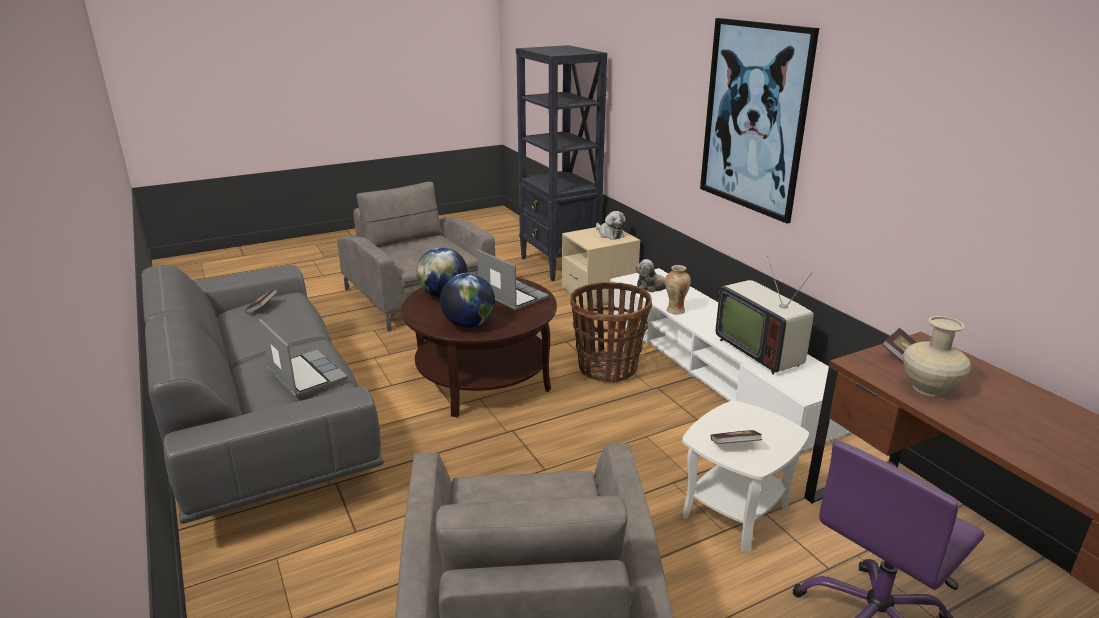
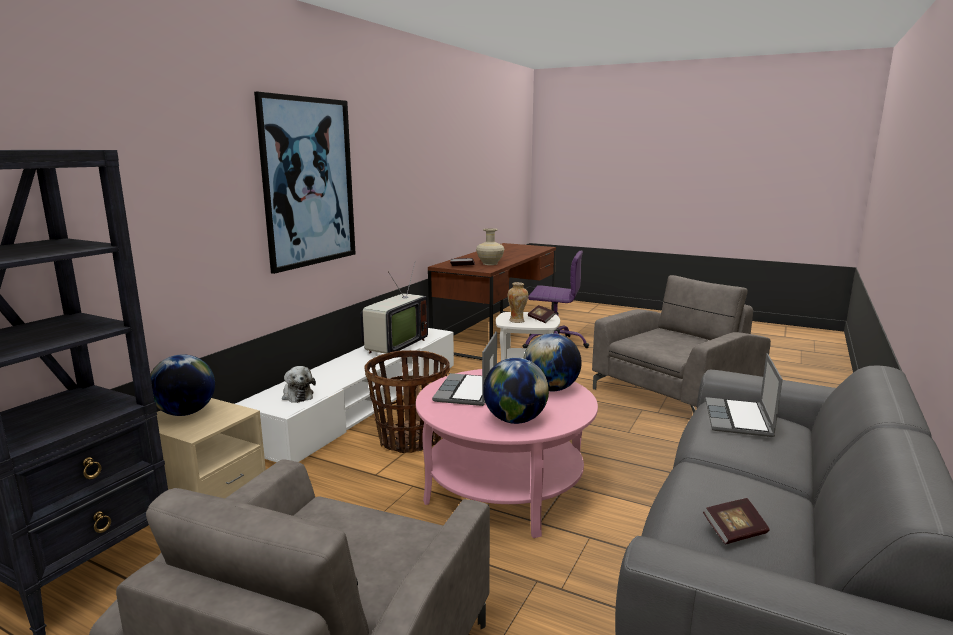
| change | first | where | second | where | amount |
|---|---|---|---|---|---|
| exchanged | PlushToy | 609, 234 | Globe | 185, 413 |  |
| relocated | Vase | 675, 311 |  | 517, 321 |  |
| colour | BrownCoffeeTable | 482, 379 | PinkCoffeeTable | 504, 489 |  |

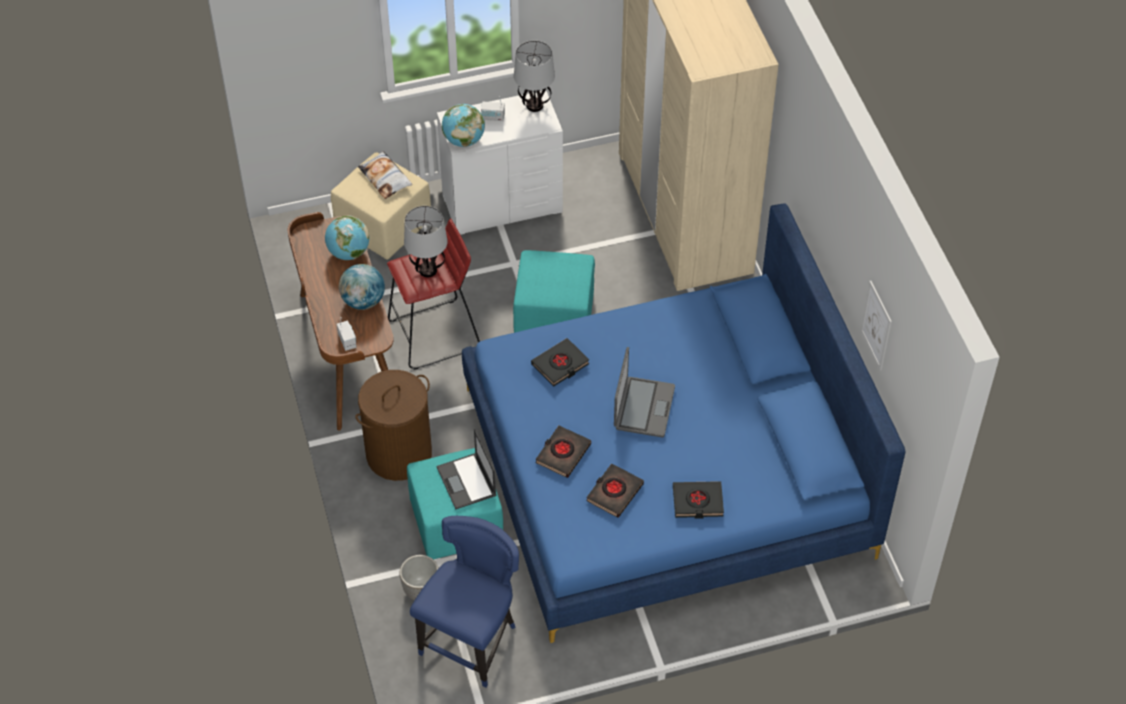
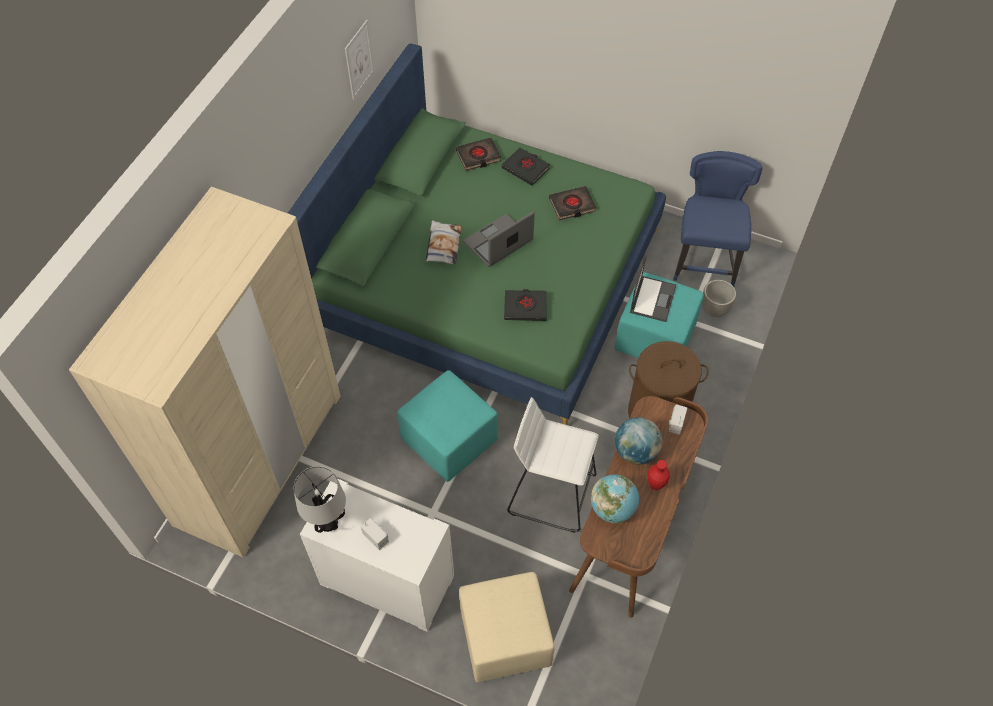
| change | first | where | second | where | amount |
|---|---|---|---|---|---|
| missing | Globe | 464, 140 |  |  |  |
| relocated | Pillow | 385, 178 |  | 443, 245 |  |
| colour | BlueBed | 666, 471 | GreenBed | 486, 278 |  |
| missing | TableLamp | 428, 270 |  |  |  |
| colour | RedStool | 435, 335 | WhiteStool | 551, 492 |  |
| relocated | BlackBook | 562, 454 |  | 478, 156 |  |
| spun | BlueChair | 472, 641 |  | 705, 260 | 120 degrees clockwise |
| appeared |  |  | RedVase | 655, 485 |  |

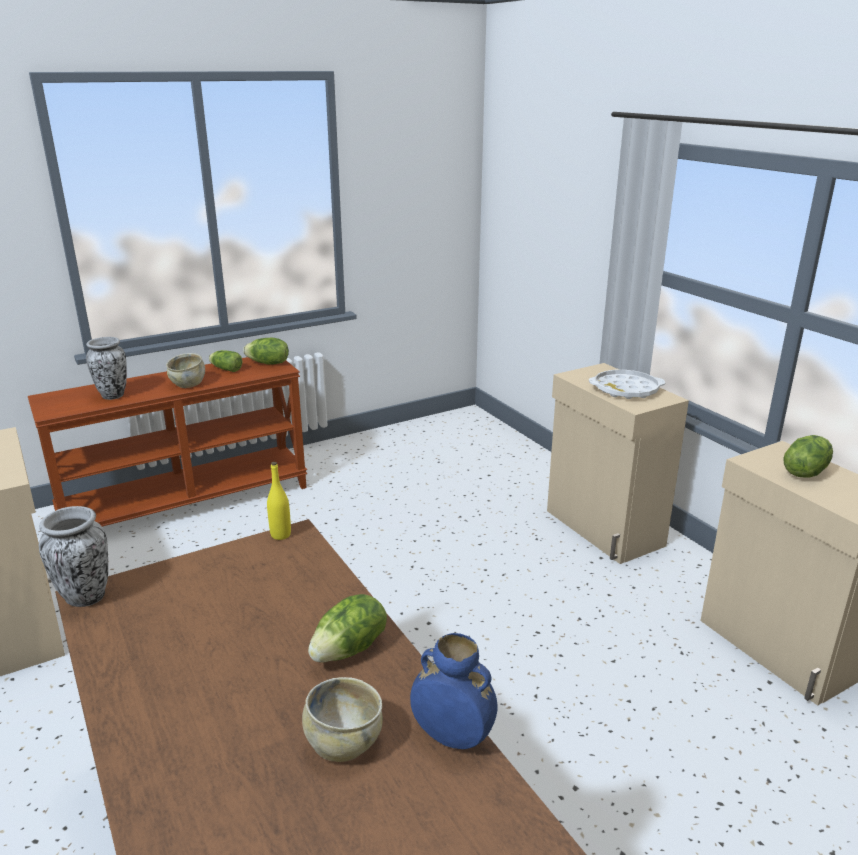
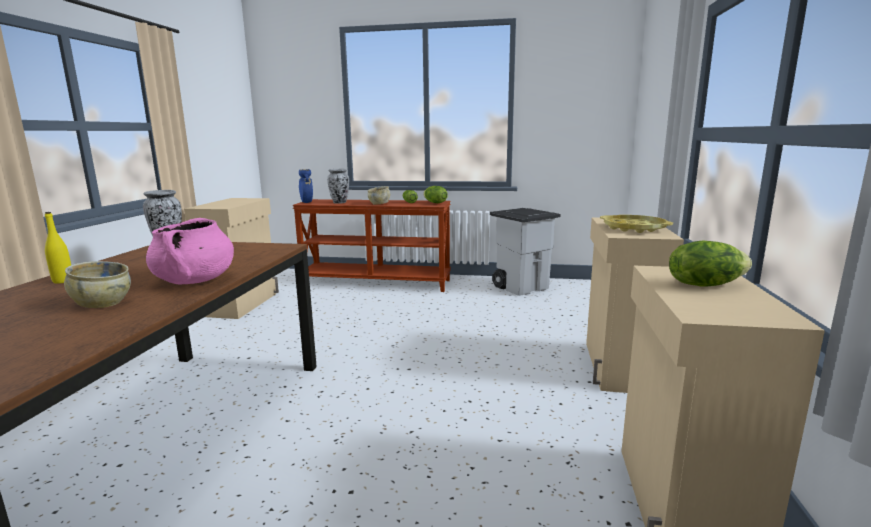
| change | first | where | second | where | amount |
|---|---|---|---|---|---|
| colour | WhiteTray | 626, 390 | YellowTray | 634, 228 |  |
| relocated | YellowBottle | 280, 535 |  | 63, 281 |  |
| exchanged | Lettuce | 350, 649 | PinkCookingPot | 195, 281 |  |
| relocated | BlueVase | 451, 736 |  | 306, 202 |  |
| appeared |  |  | GreyTrashCan | 521, 287 |  |

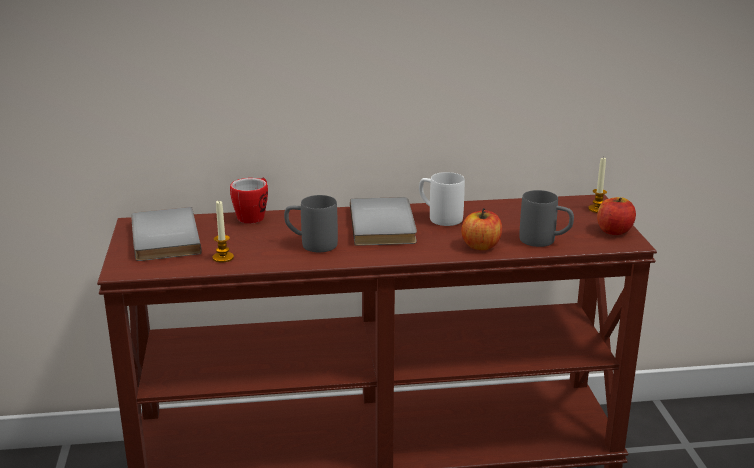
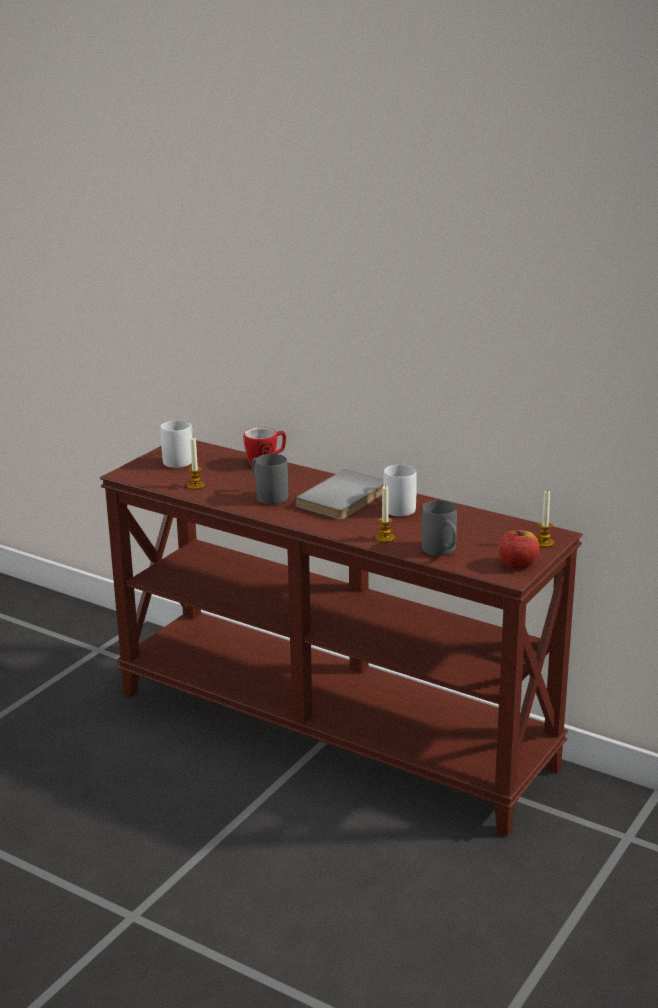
| change | first | where | second | where | amount |
|---|---|---|---|---|---|
| exchanged | GreyBook | 162, 238 | WhiteMug | 181, 459 |  |
| exchanged | Apple | 481, 246 | Candle | 385, 538 |  |

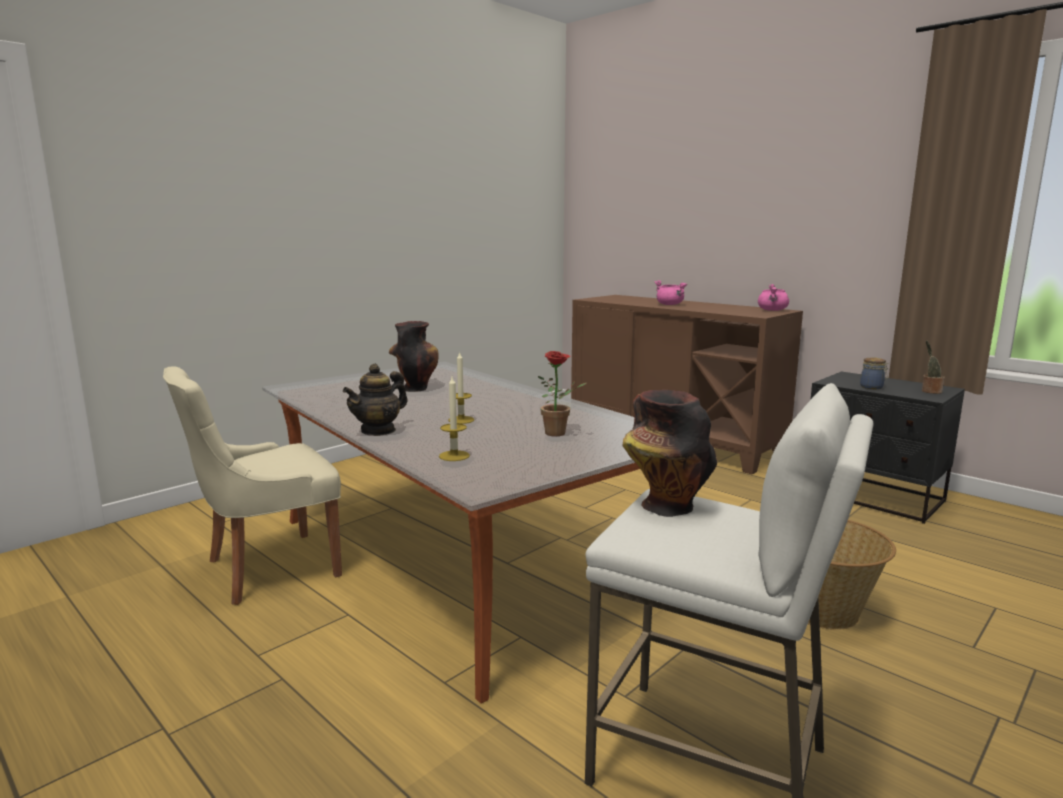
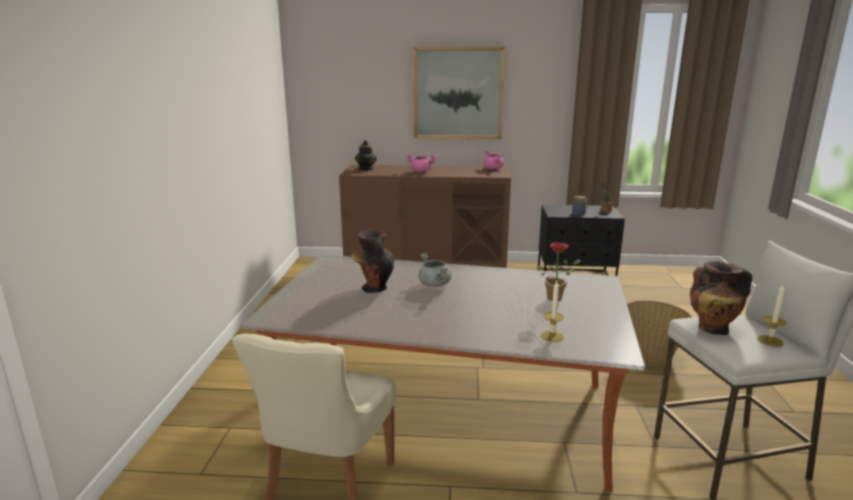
| change | first | where | second | where | amount |
|---|---|---|---|---|---|
| relocated | Candle | 461, 420 |  | 770, 341 |  |
| relocated | Teapot | 378, 430 |  | 366, 169 |  |
| appeared |  |  | Picture | 458, 93 |  |
| appeared |  |  | GreyCookingPot | 435, 285 |  |

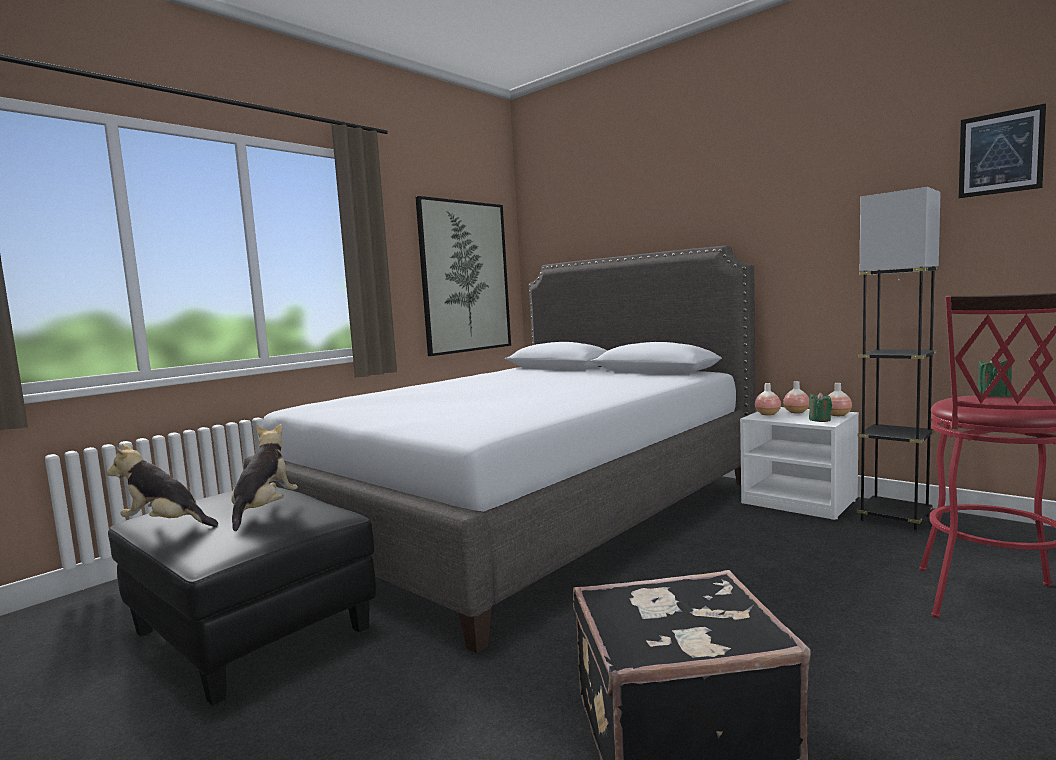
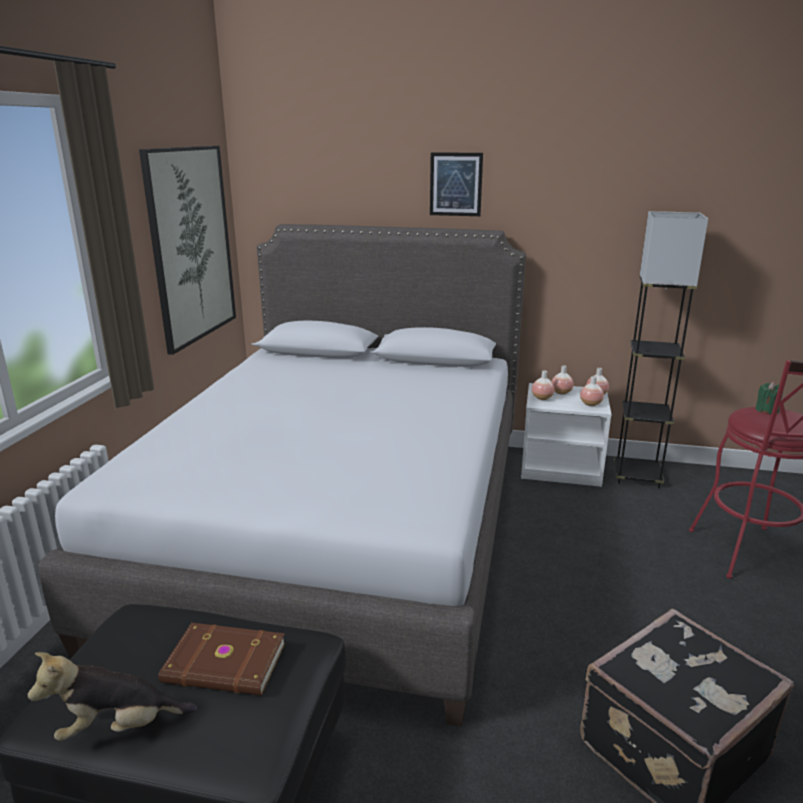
| change | first | where | second | where | amount |
|---|---|---|---|---|---|
| relocated | Picture | 1000, 153 |  | 455, 184 |  |
| exchanged | GreenCandle | 820, 420 | Vase | 590, 404 |  |
| exchanged | PlushToy | 264, 510 | BrownBook | 224, 665 |  |

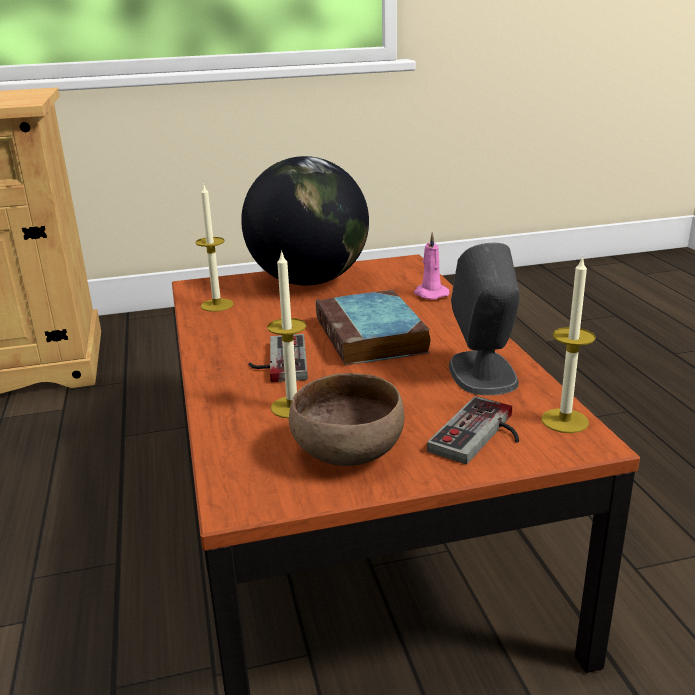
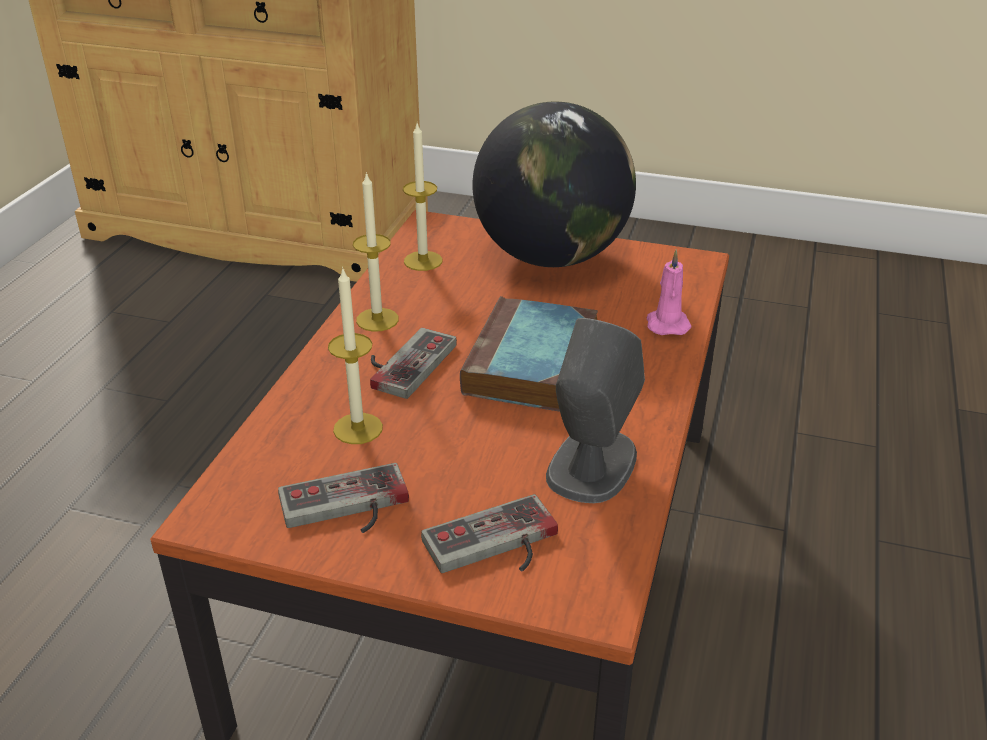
| change | first | where | second | where | amount |
|---|---|---|---|---|---|
| relocated | Candle | 564, 421 |  | 377, 319 |  |
| exchanged | BrownBowl | 347, 454 | GameController | 347, 508 |  |

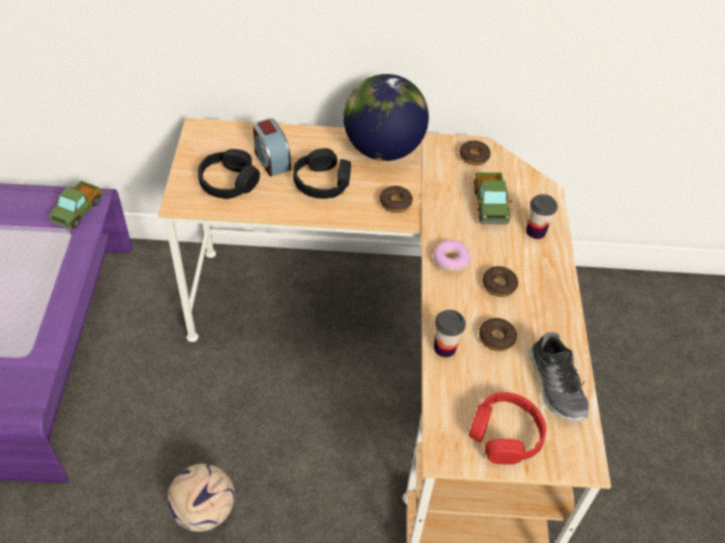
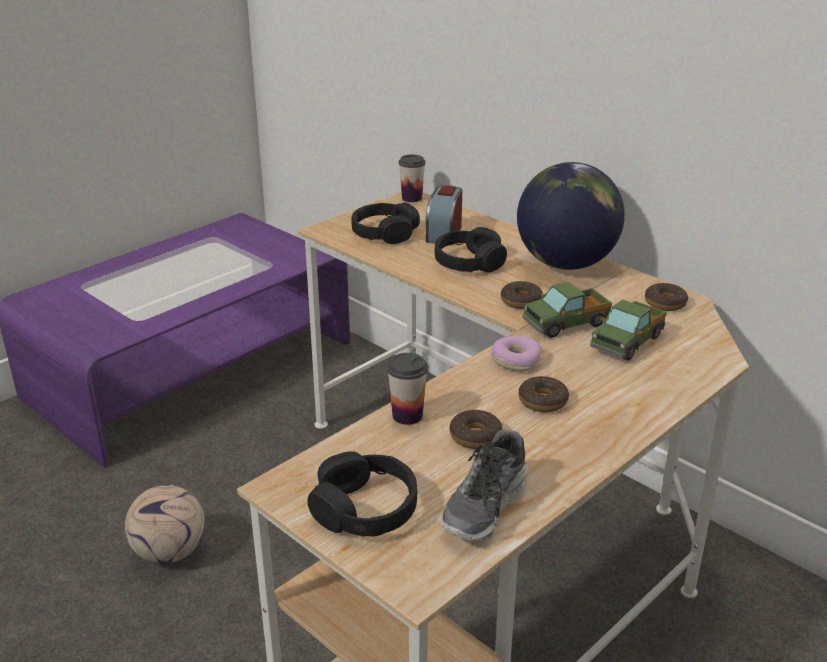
| change | first | where | second | where | amount |
|---|---|---|---|---|---|
| relocated | ToyTruck | 78, 211 |  | 566, 324 |  |
| relocated | Cup | 535, 231 |  | 412, 198 |  |
| colour | RedHeadphones | 505, 434 | BlackHeadphones | 365, 509 |  |

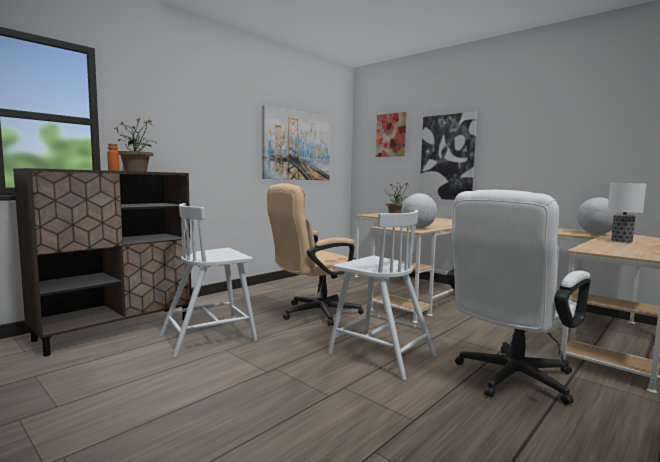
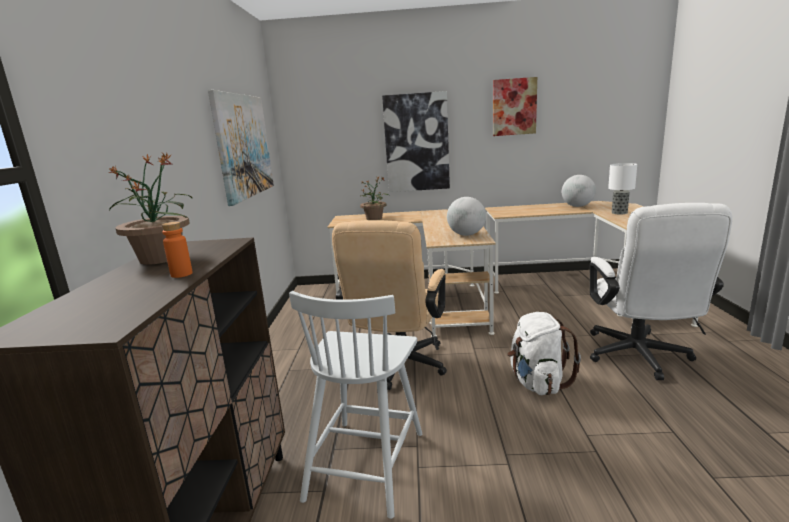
| change | first | where | second | where | amount |
|---|---|---|---|---|---|
| relocated | Picture | 391, 135 |  | 514, 107 |  |
| exchanged | WhiteChair | 380, 354 | WhiteBackpack | 537, 383 |  |

